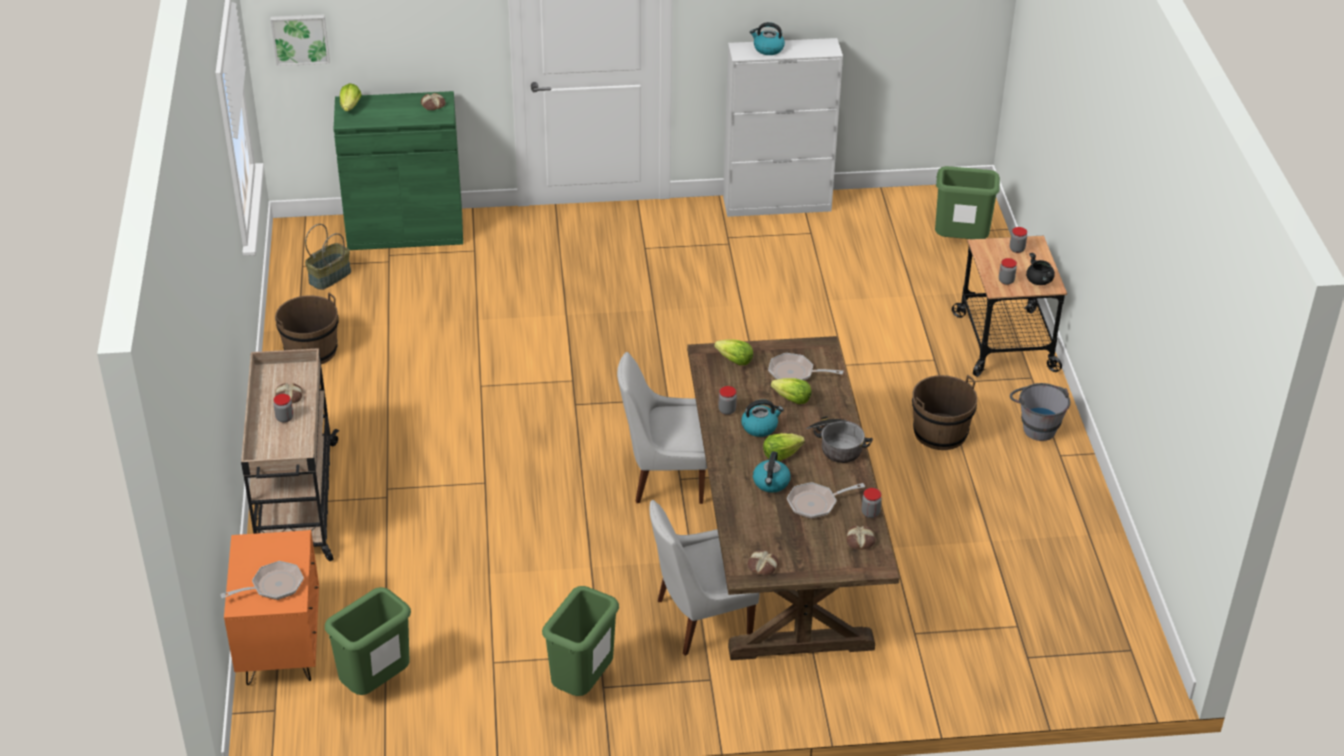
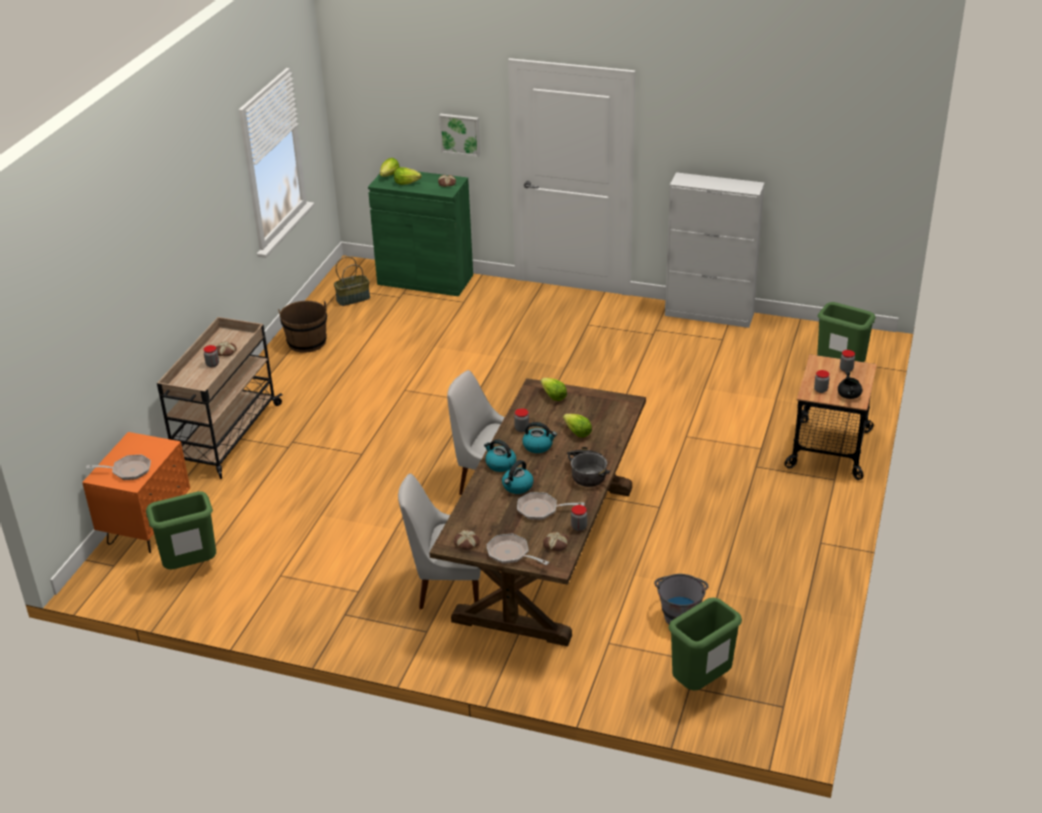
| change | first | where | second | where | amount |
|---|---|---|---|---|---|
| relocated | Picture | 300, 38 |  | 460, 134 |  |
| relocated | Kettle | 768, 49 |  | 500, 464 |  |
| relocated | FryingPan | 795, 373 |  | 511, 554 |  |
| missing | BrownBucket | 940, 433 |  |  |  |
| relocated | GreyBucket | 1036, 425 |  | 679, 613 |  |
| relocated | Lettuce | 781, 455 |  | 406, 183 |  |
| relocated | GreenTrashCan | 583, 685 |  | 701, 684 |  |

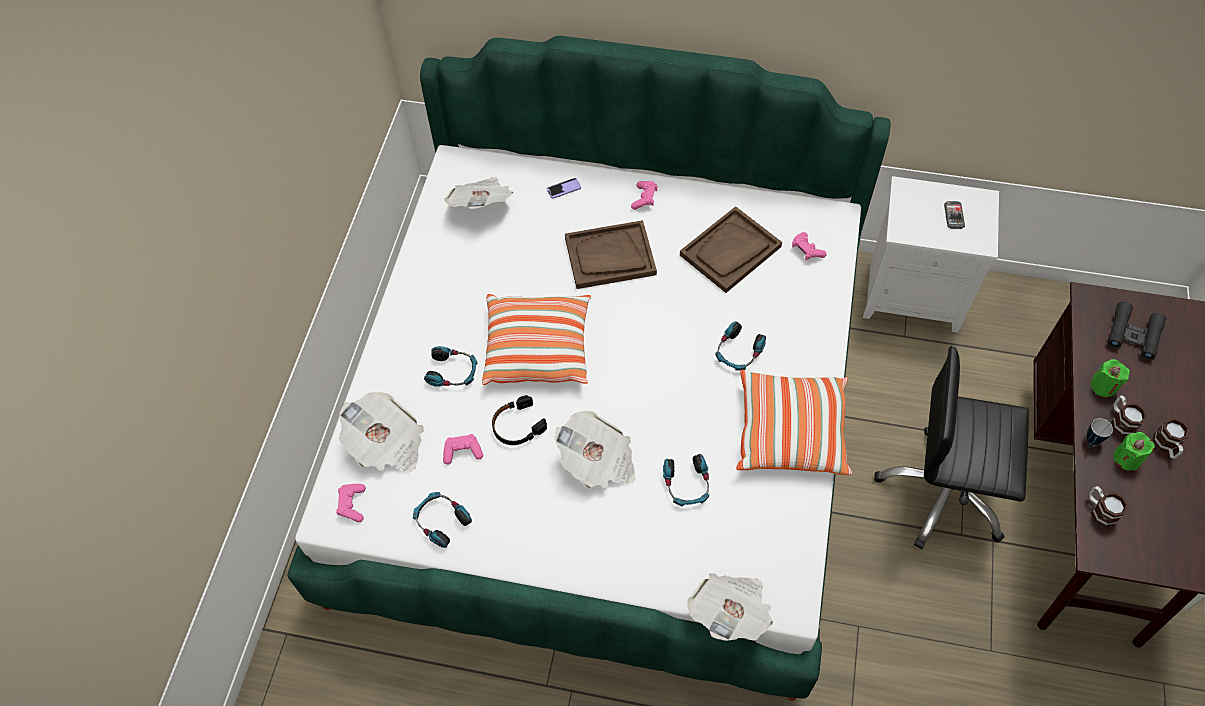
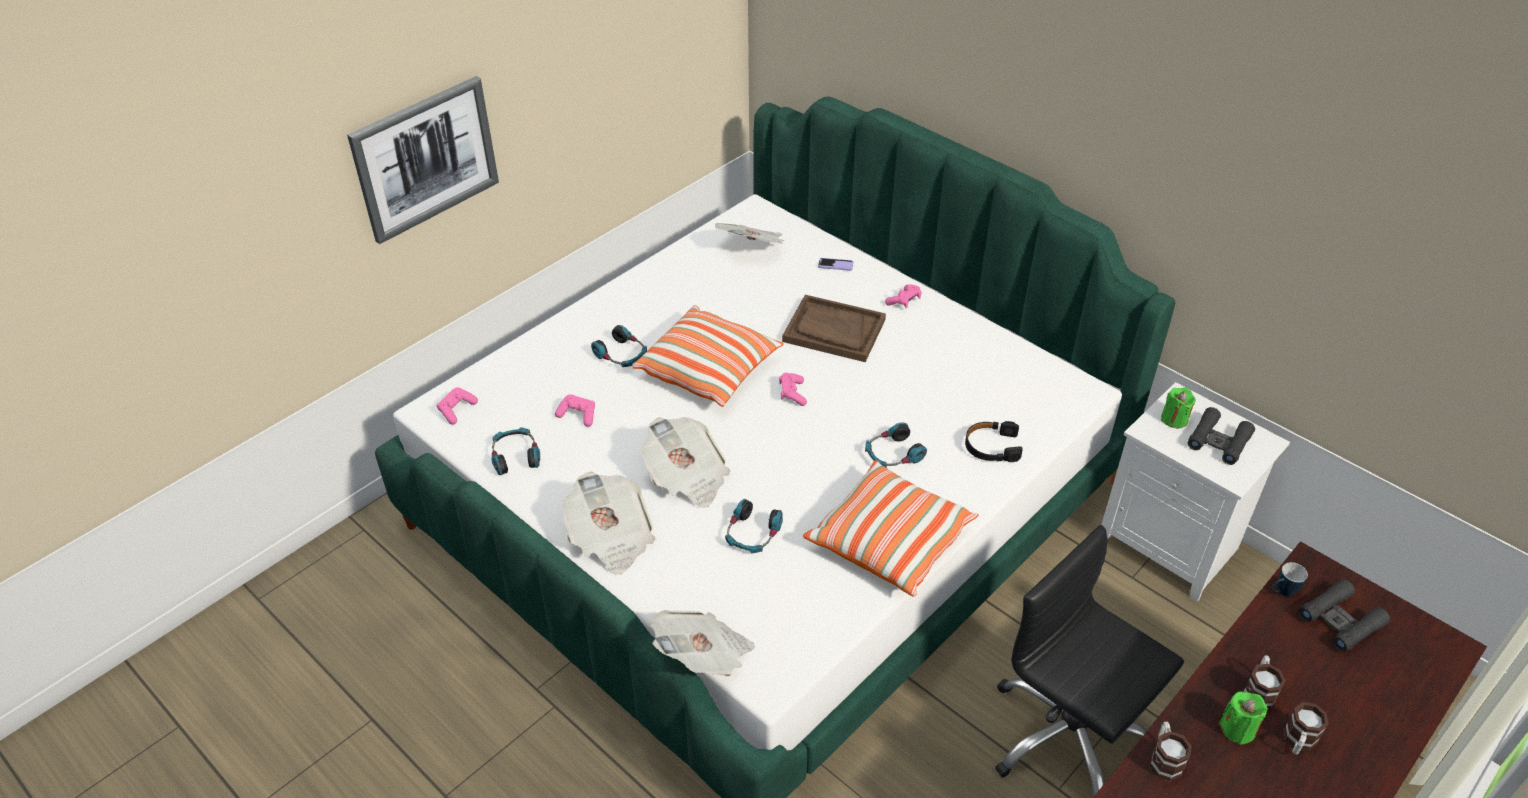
| change | first | where | second | where | amount |
|---|---|---|---|---|---|
| exchanged | Phone | 954, 215 | BlackBinoculars | 1218, 441 |  |
| missing | BrownTray | 730, 251 |  |  |  |
| relocated | PinkGameController | 806, 250 |  | 792, 394 |  |
| relocated | GreenCandle | 1103, 386 |  | 1174, 419 |  |
| relocated | Newspaper | 387, 444 |  | 610, 538 |  |
| relocated | BlackHeadphones | 517, 426 |  | 991, 447 |  |
| relocated | Mug | 1090, 442 |  | 1281, 593 |  |
| appeared |  |  | Picture | 425, 158 |  |

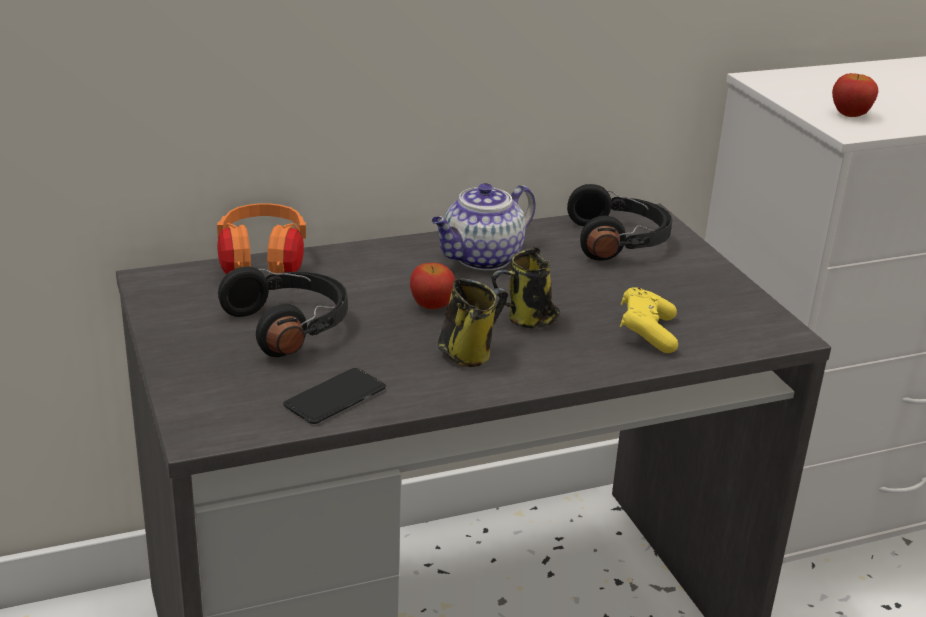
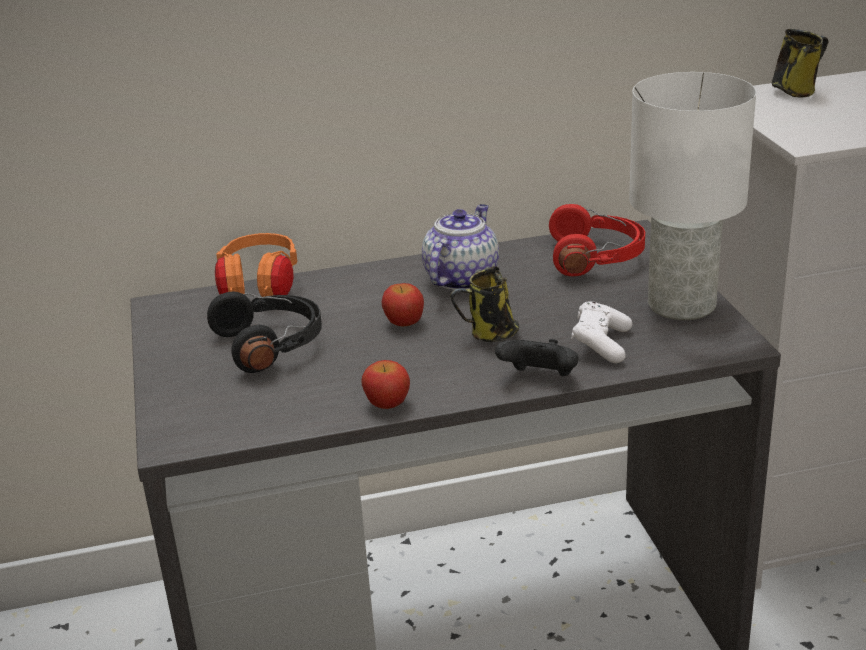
| change | first | where | second | where | amount |
|---|---|---|---|---|---|
| relocated | Apple | 850, 114 |  | 387, 404 |  |
| spun | Teapot | 481, 259 |  | 461, 278 | 150 degrees clockwise |
| colour | BlackHeadphones | 619, 241 | RedHeadphones | 596, 257 |  |
| relocated | Mug | 469, 353 |  | 796, 91 |  |
| colour | YellowGameController | 647, 333 | WhiteGameController | 601, 344 |  |
| missing | Phone | 335, 397 |  |  |  |
| appeared |  |  | WhiteTableLamp | 680, 304 |  |
| appeared |  |  | BlackGameController | 540, 379 |  |

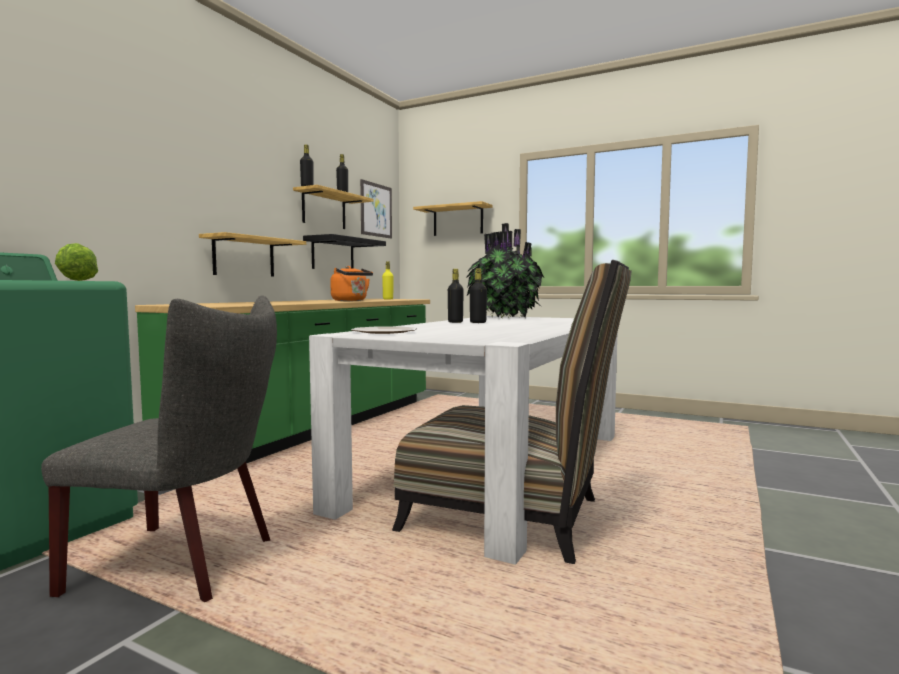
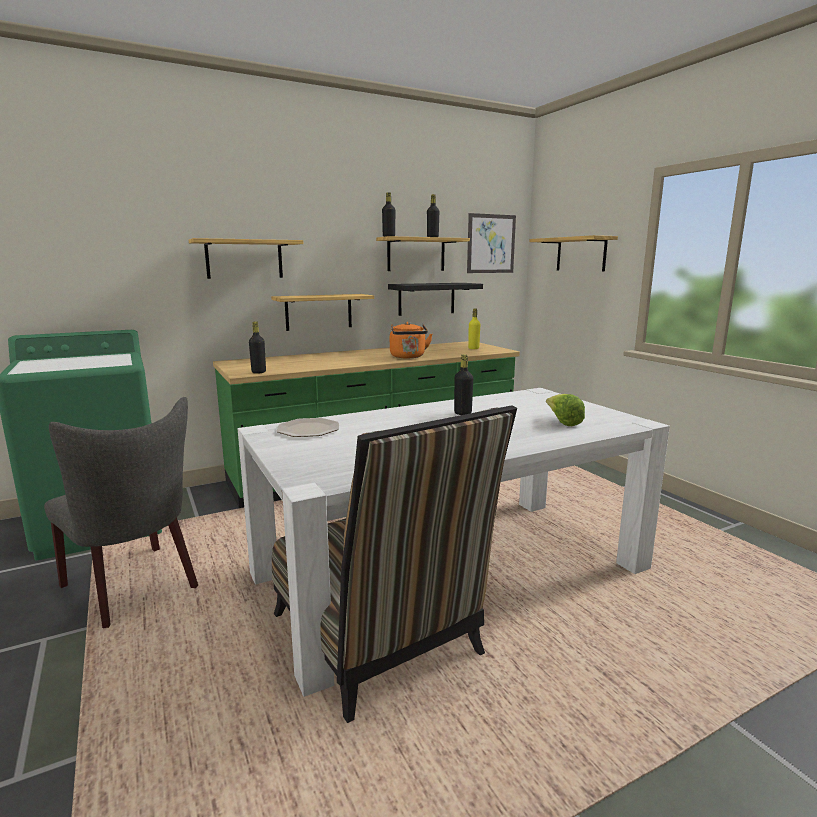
| change | first | where | second | where | amount |
|---|---|---|---|---|---|
| missing | PottedPlant | 503, 317 |  |  |  |
| relocated | Lettuce | 74, 281 |  | 562, 422 |  |
| relocated | BlackBottle | 455, 322 |  | 258, 372 |  |
| appeared |  |  | Shelf | 244, 259 |  |

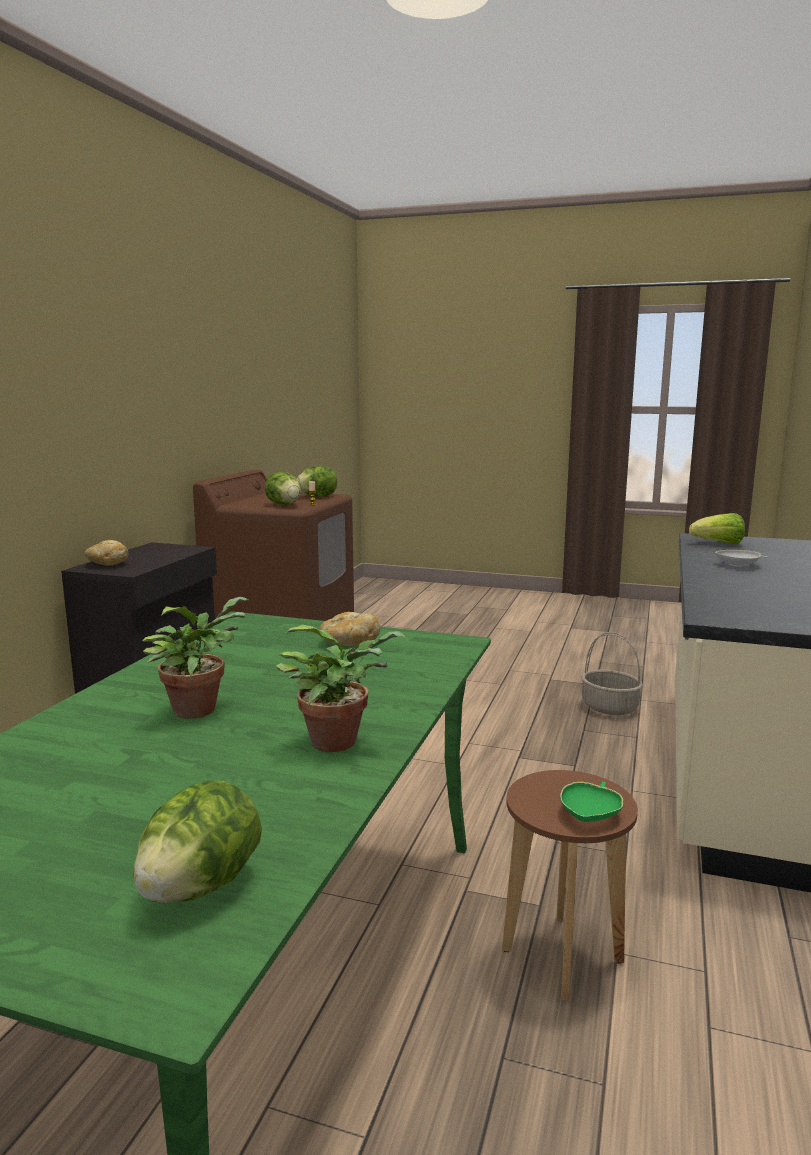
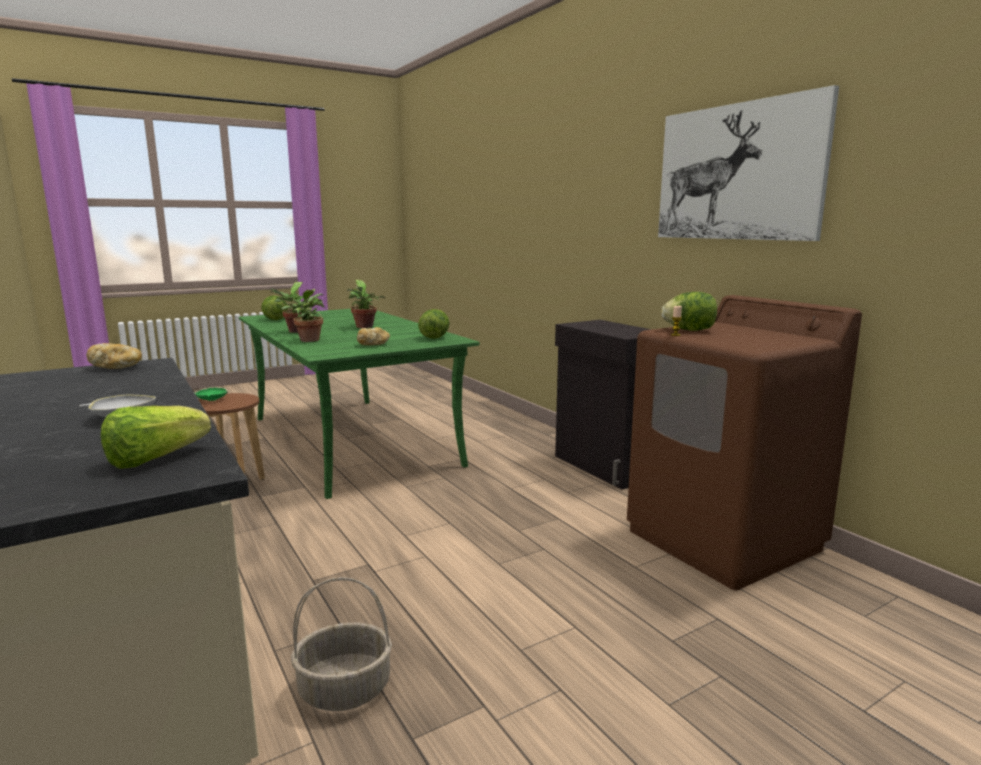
| change | first | where | second | where | amount |
|---|---|---|---|---|---|
| relocated | Lettuce | 317, 497 |  | 434, 337 |  |
| relocated | Bread | 107, 564 |  | 117, 367 |  |
| appeared |  |  | Picture | 737, 172 |  |
| appeared |  |  | PottedPlant | 309, 340 |  |

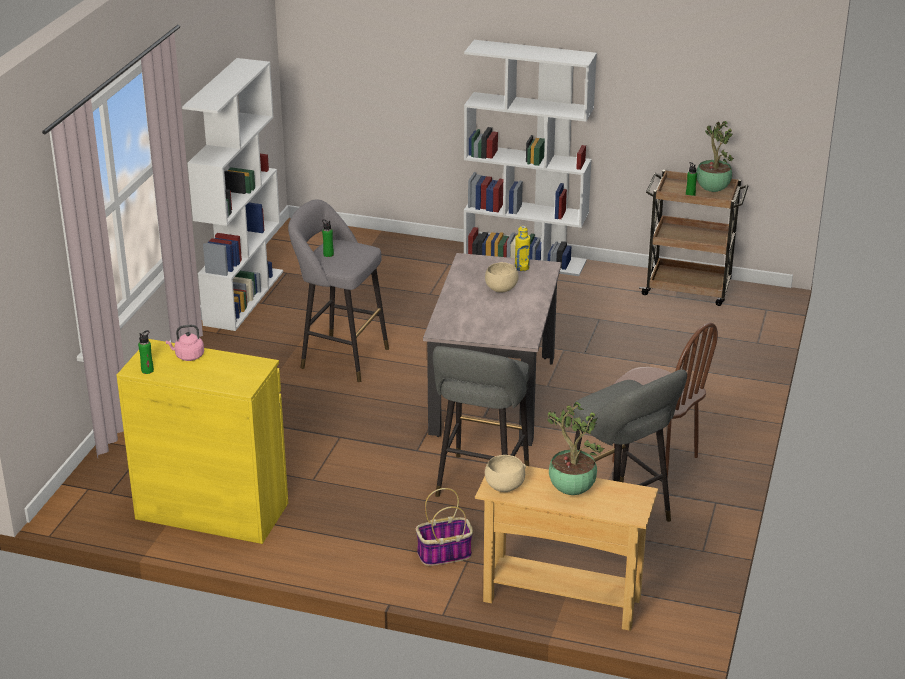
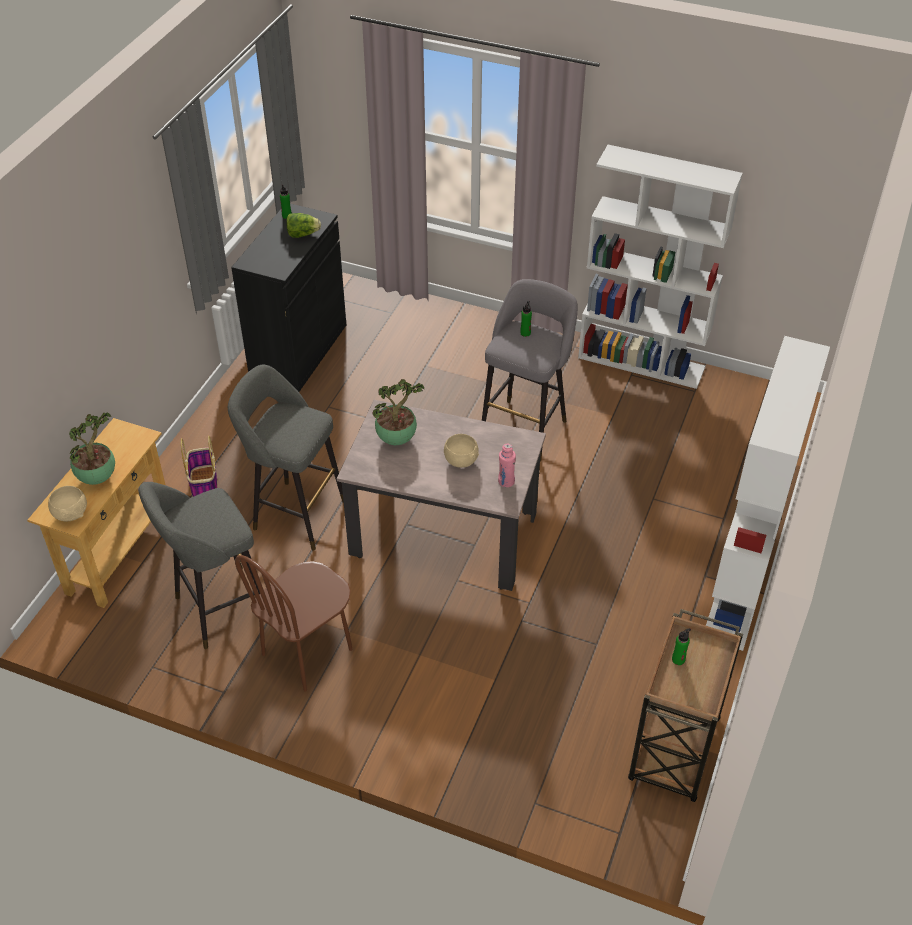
| change | first | where | second | where | amount |
|---|---|---|---|---|---|
| relocated | PottedPlant | 712, 189 |  | 397, 438 |  |
| colour | YellowBottle | 522, 268 | PinkBottle | 506, 481 |  |
| exchanged | PinkKettle | 188, 356 | Lettuce | 303, 234 |  |
| colour | YellowCabinet | 212, 511 | BlackCabinet | 298, 351 |  |
| relocated | BeigeBowl | 503, 487 |  | 71, 513 |  |

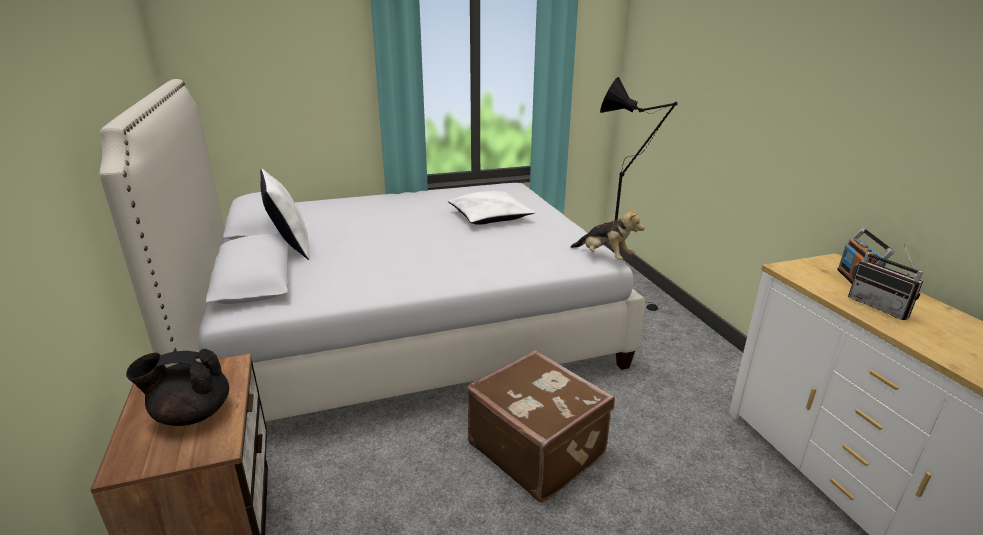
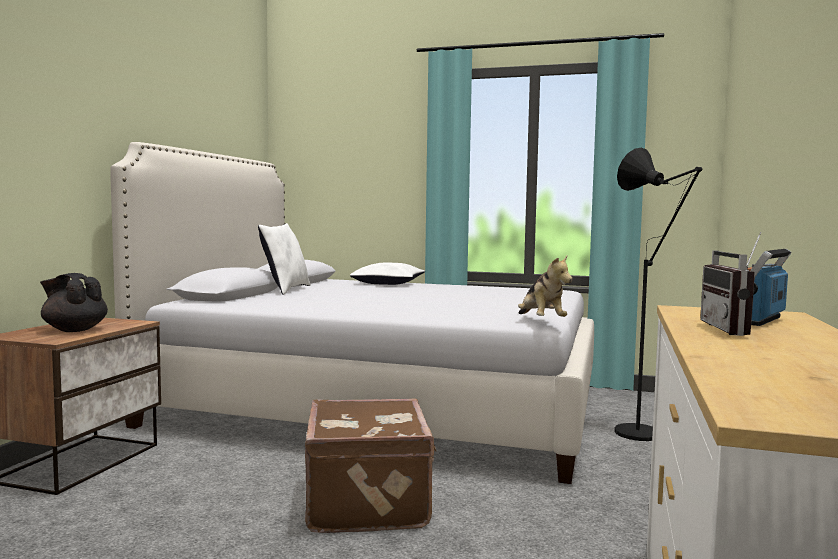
| change | first | where | second | where | amount |
|---|---|---|---|---|---|
| relocated | WhitePillow | 489, 216 |  | 388, 283 |  |

